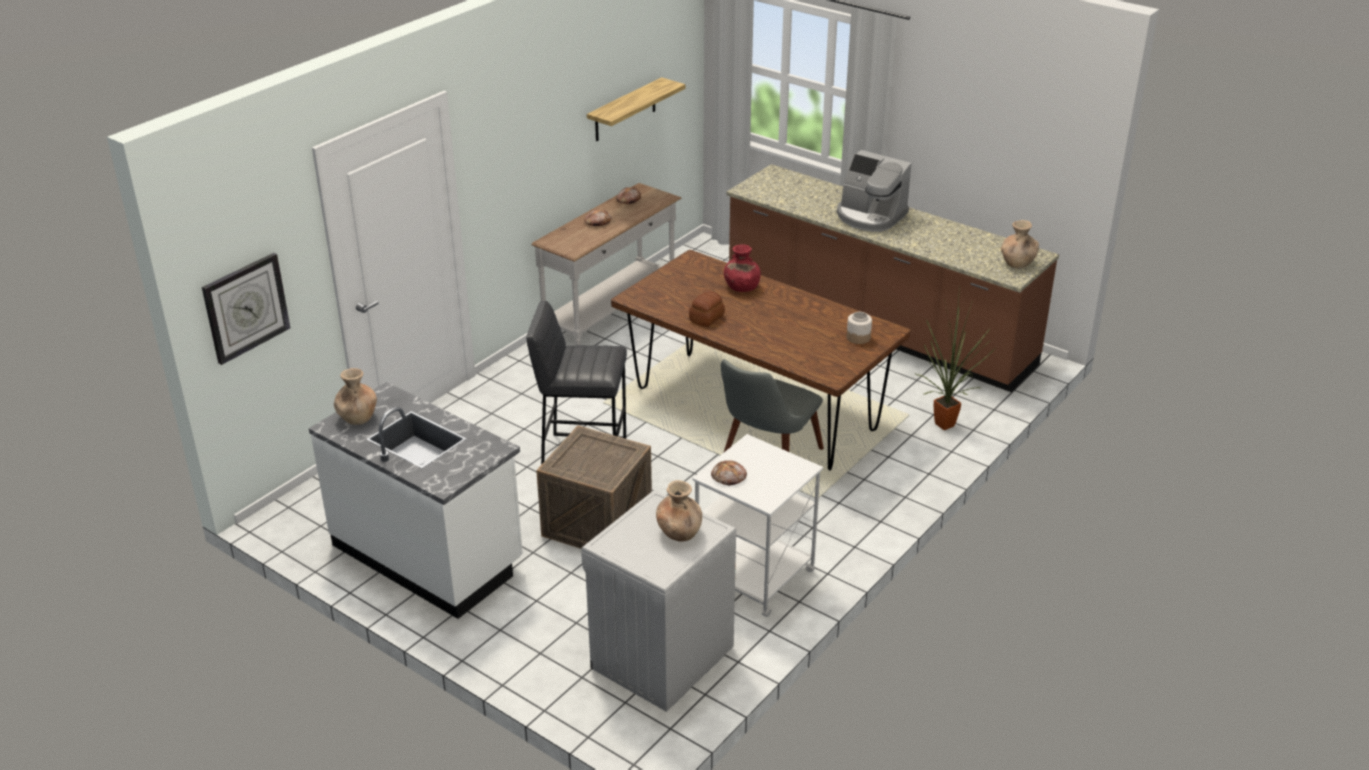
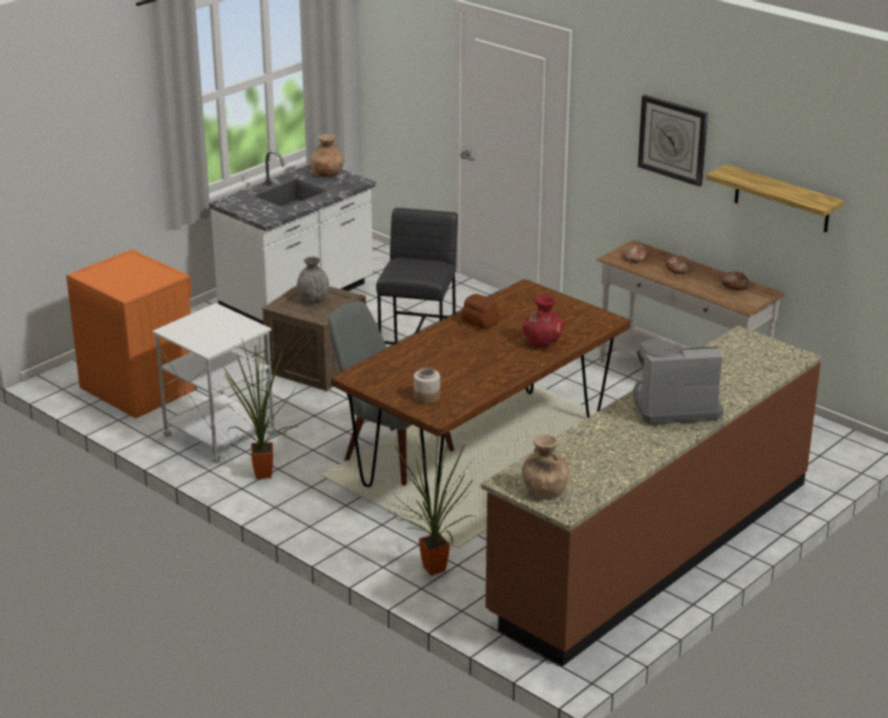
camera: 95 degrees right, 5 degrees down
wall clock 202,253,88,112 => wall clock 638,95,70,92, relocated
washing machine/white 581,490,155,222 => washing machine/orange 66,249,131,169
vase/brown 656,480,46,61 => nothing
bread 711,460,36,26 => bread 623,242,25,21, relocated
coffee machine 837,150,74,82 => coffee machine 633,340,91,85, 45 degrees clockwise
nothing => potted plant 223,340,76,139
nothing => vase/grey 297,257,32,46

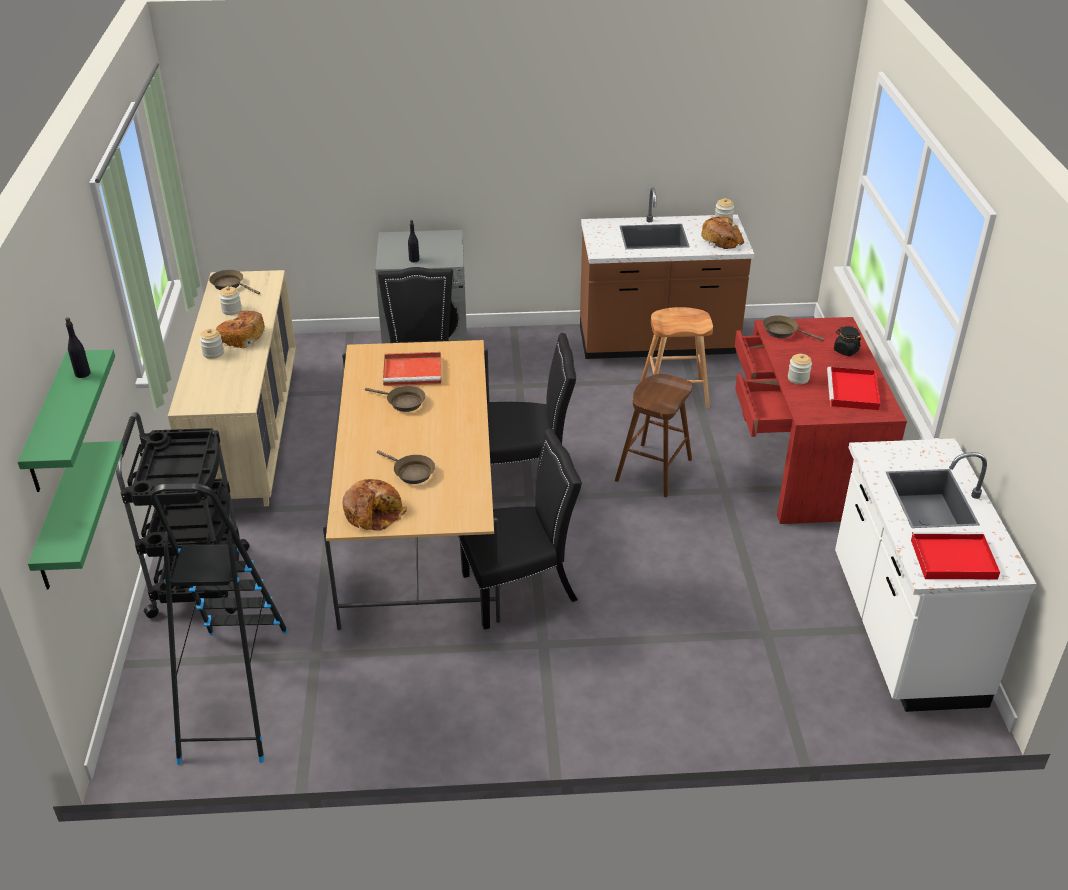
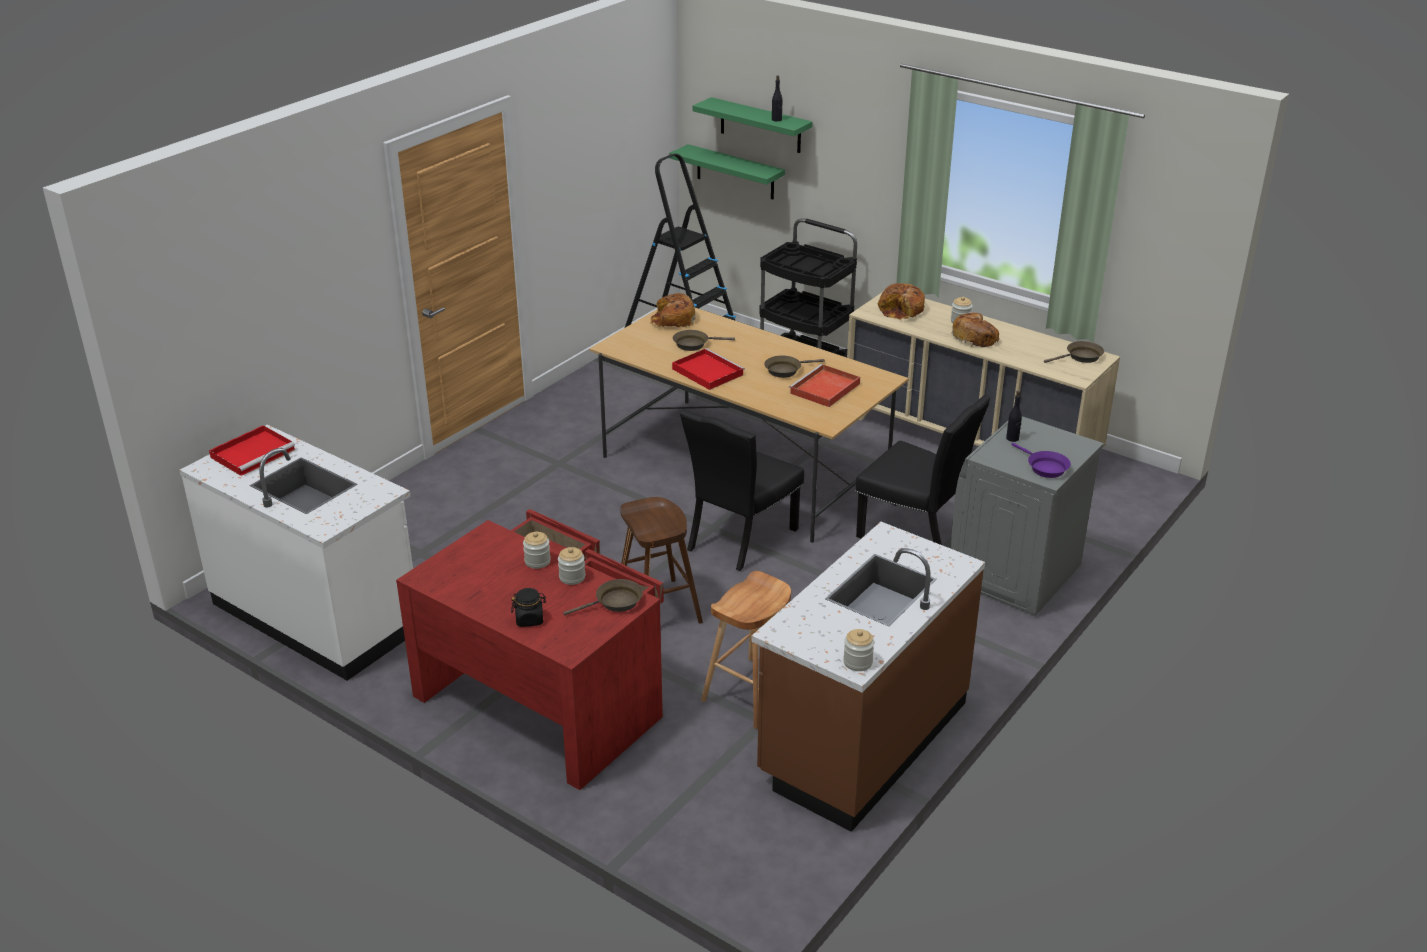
camera: 130 degrees right, 5 degrees down
jar 219,286,23,29 => jar 558,547,27,38, relocated
chair/black 458,429,124,201 => nothing
bread 701,217,43,32 => bread 878,283,47,37, relocated
tray/red 827,367,53,43 => tray/red 672,348,73,42, relocated
nothing => frying pan/purple 1011,443,60,35

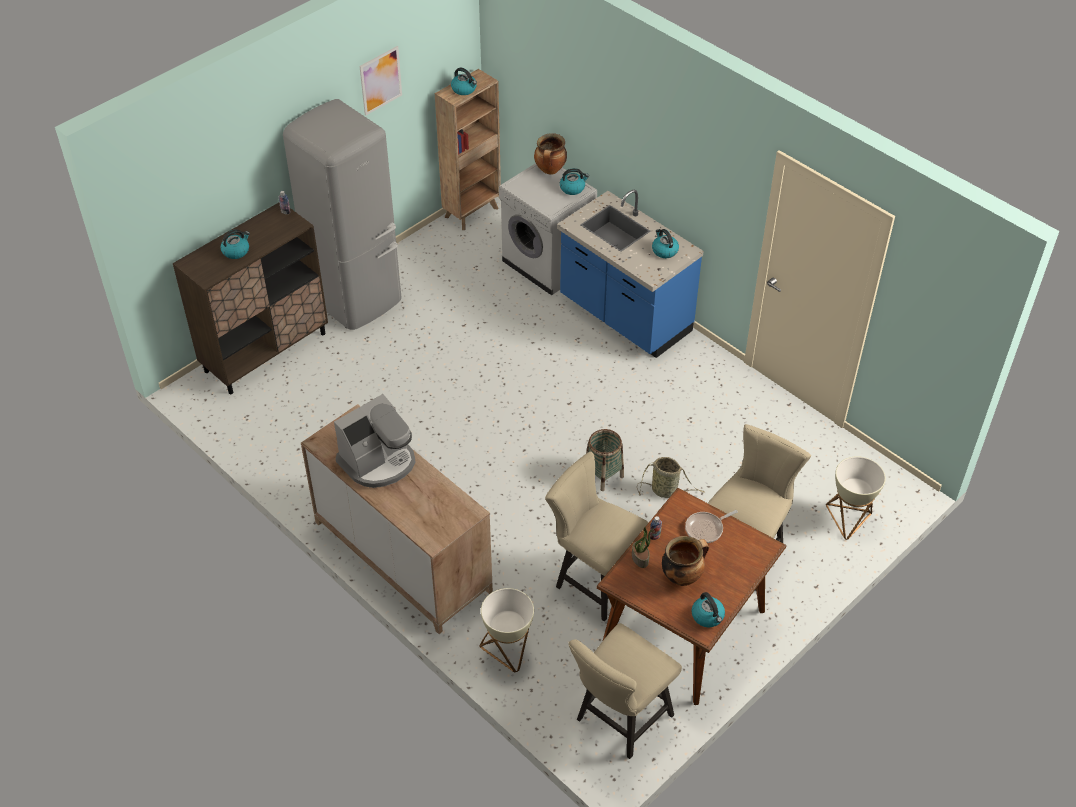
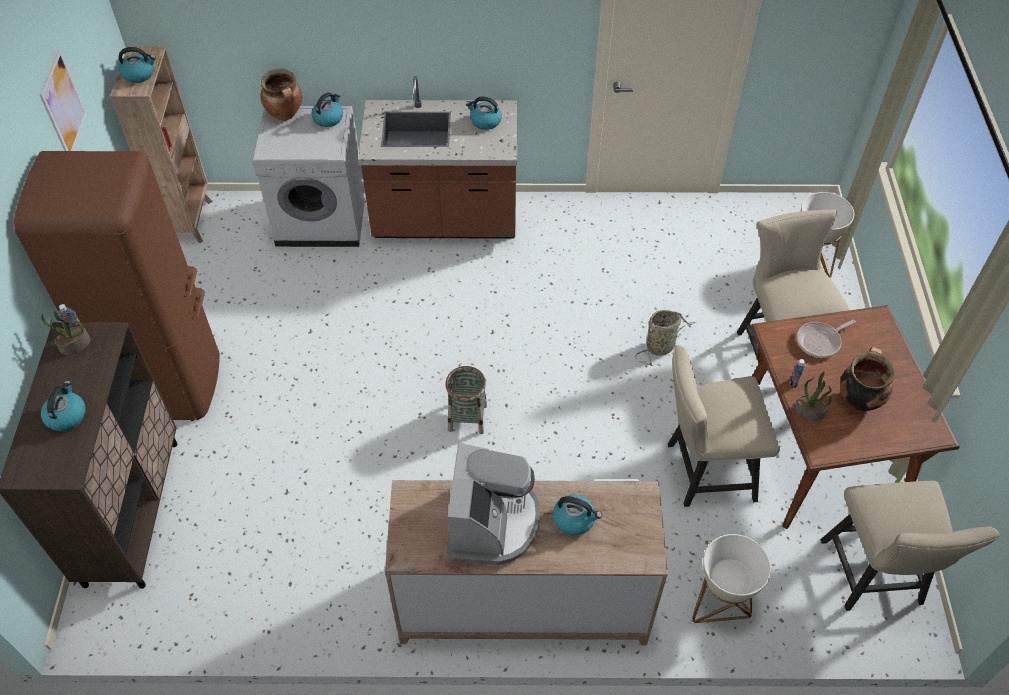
camera: 45 degrees left, 5 degrees up
fridge/grey 283,99,118,231 => fridge/brown 14,151,206,270
counter/blue 557,190,147,168 => counter/brown 358,76,159,163
basket 586,429,38,62 => basket 445,366,42,68, relocated
frying pan 685,510,53,33 => frying pan 797,320,59,38, 45 degrees clockwise
kettle 691,592,34,35 => kettle 553,495,49,40, relocated
nothing => potted plant 41,310,50,45

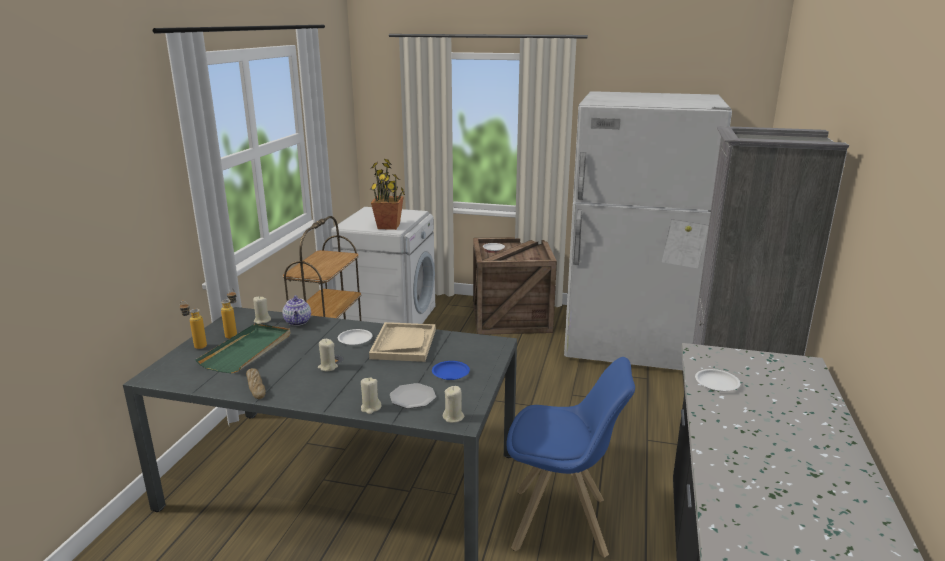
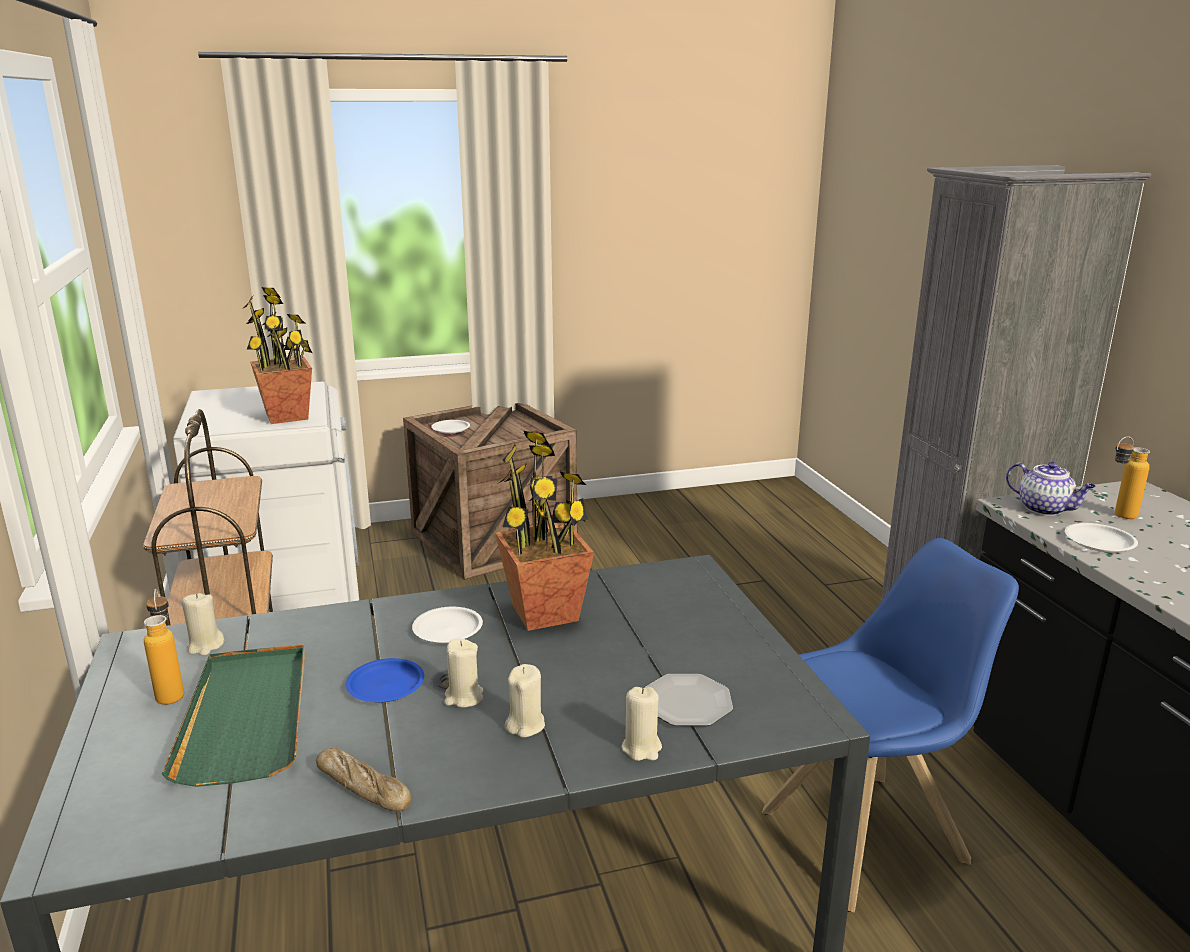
camera: 30 degrees left, 0 degrees up
bottle 180,301,27,48 => bottle 1115,436,35,83, relocated
teapot 282,295,29,31 => teapot 1006,462,90,54, relocated
tray/beige 369,322,67,40 => potted plant 495,431,99,200
plate/blue 432,361,38,19 => plate/blue 346,658,78,45, relocated
candle/beige 443,386,22,37 => candle/beige 505,664,40,74, relocated
fridge/white 564,91,168,279 => nothing

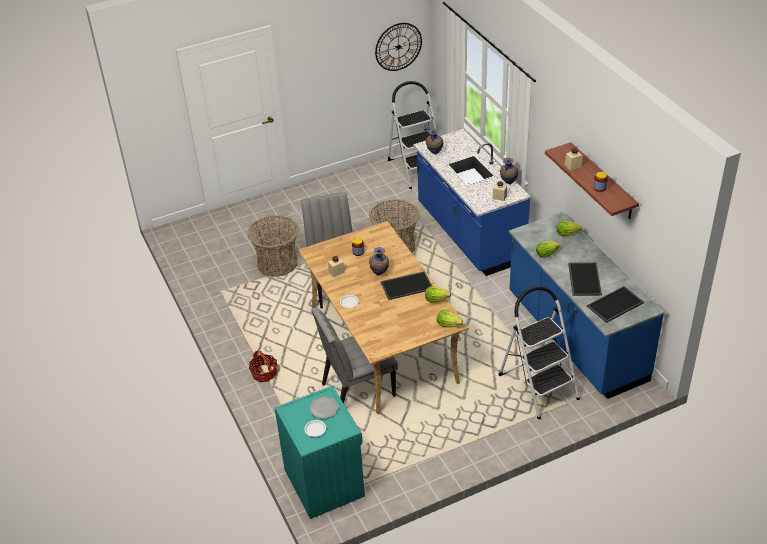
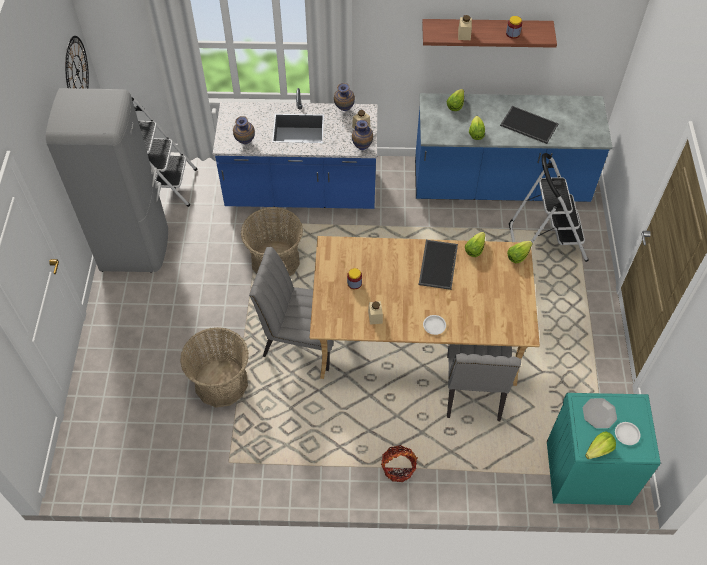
camera: 65 degrees left, 15 degrees up
vase 369,247,20,28 => vase 352,120,21,30, relocated
tray 587,286,57,37 => nothing
nothing => fridge/grey 46,88,122,185
nothing => lettuce 585,431,31,28

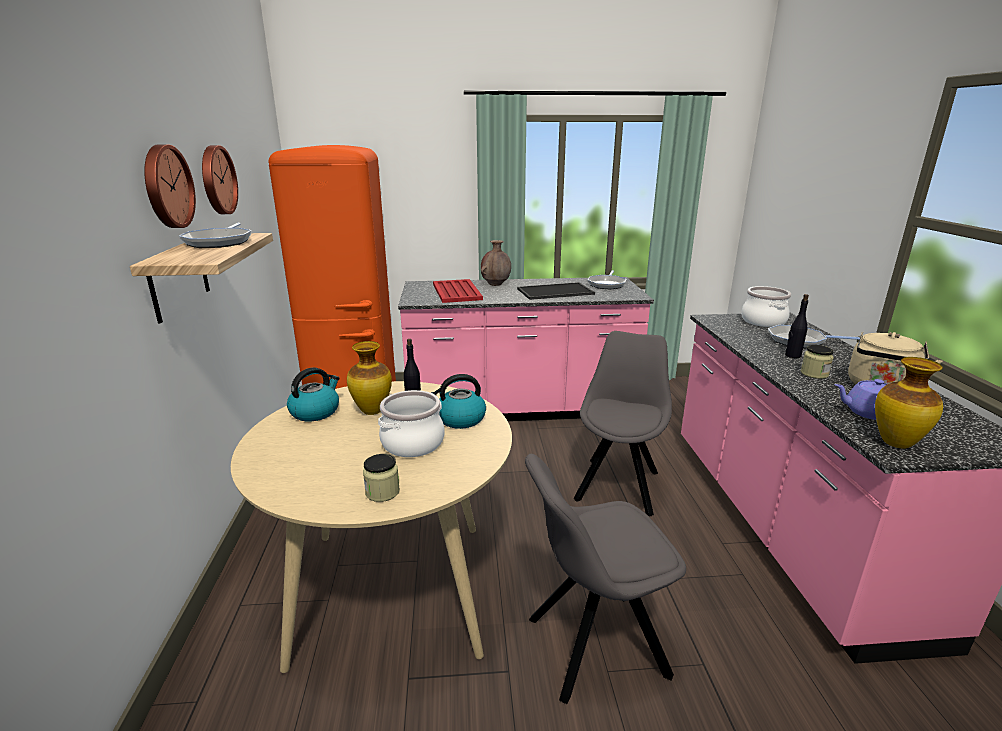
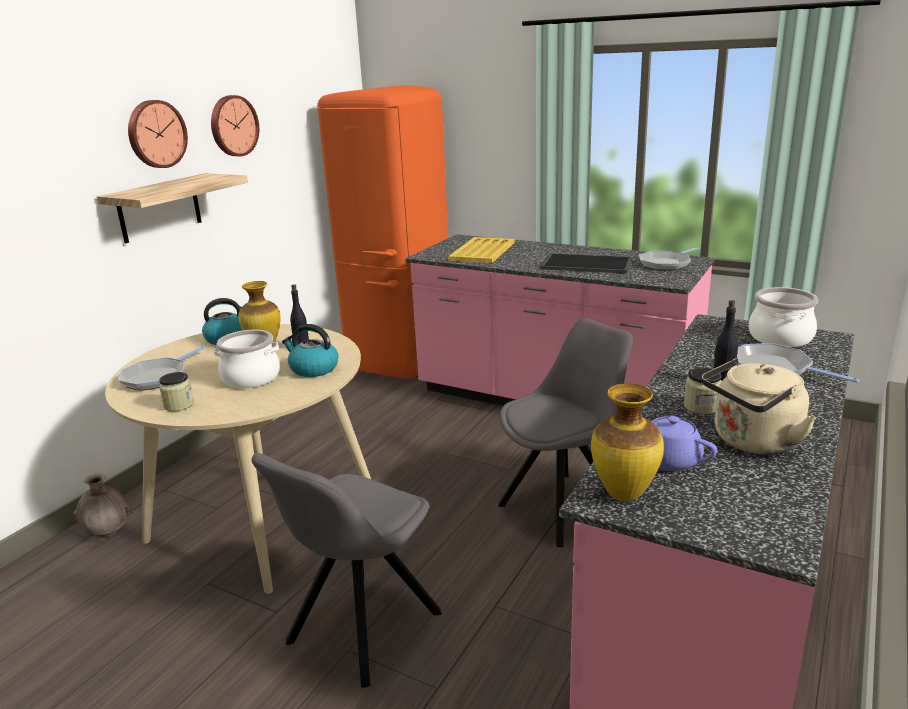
camera: 35 degrees right, 0 degrees up
frying pan 179,223,73,25 => frying pan 118,346,88,45, relocated
tray/red 433,279,50,24 => tray/yellow 448,237,66,26
vase/brown 481,240,30,46 => vase/brown 73,473,60,65, relocated
chair/grey 525,454,161,250 => chair/grey 252,453,190,235, 75 degrees counterclockwise

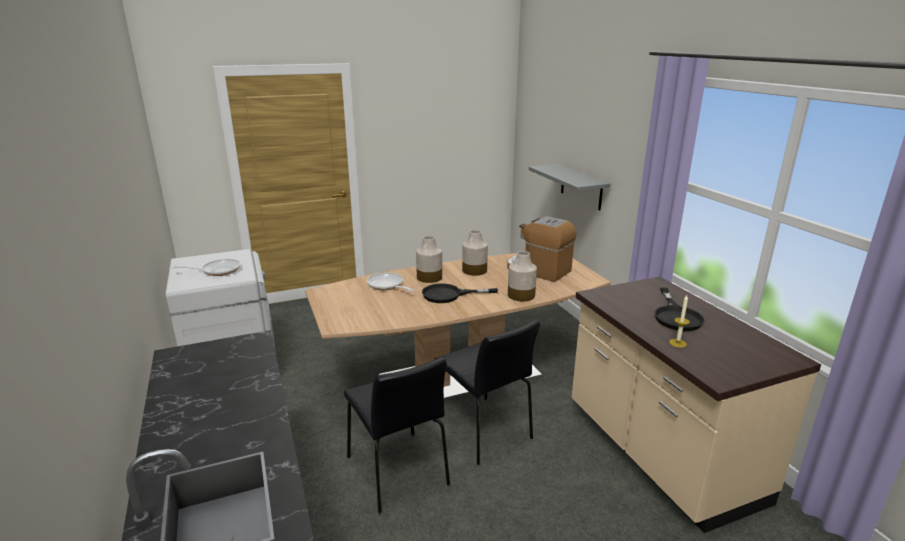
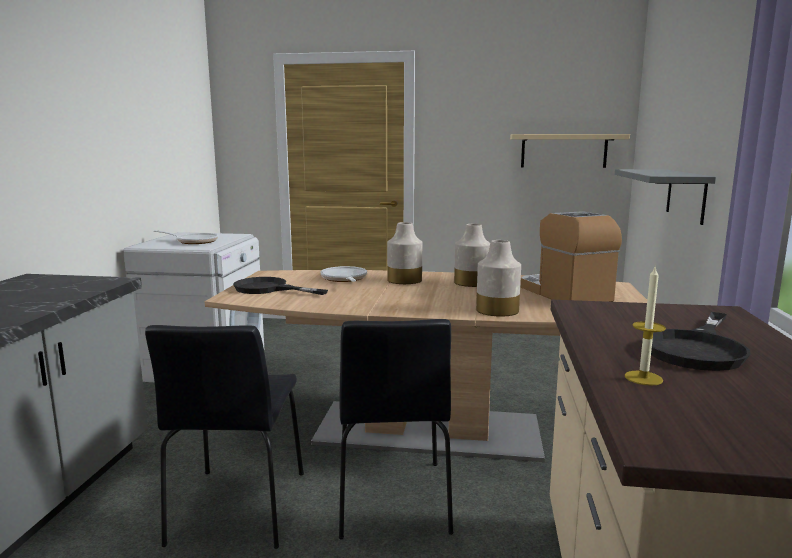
camera: 30 degrees right, 10 degrees down
frying pan/black 422,284,76,19 => frying pan/black 233,277,95,18, relocated
nothing => shelf/beige 510,134,120,34

